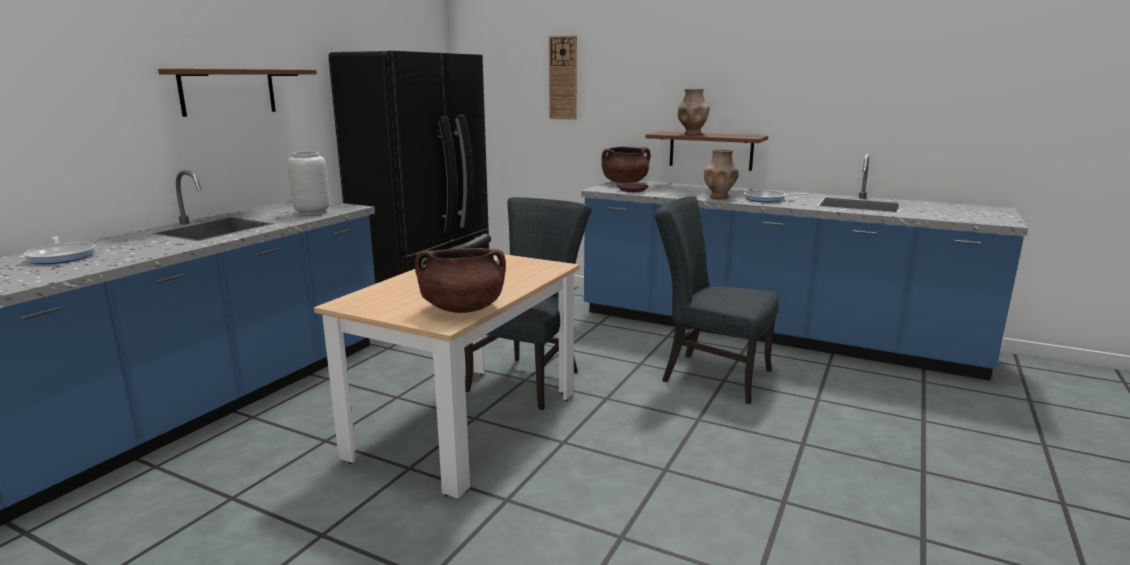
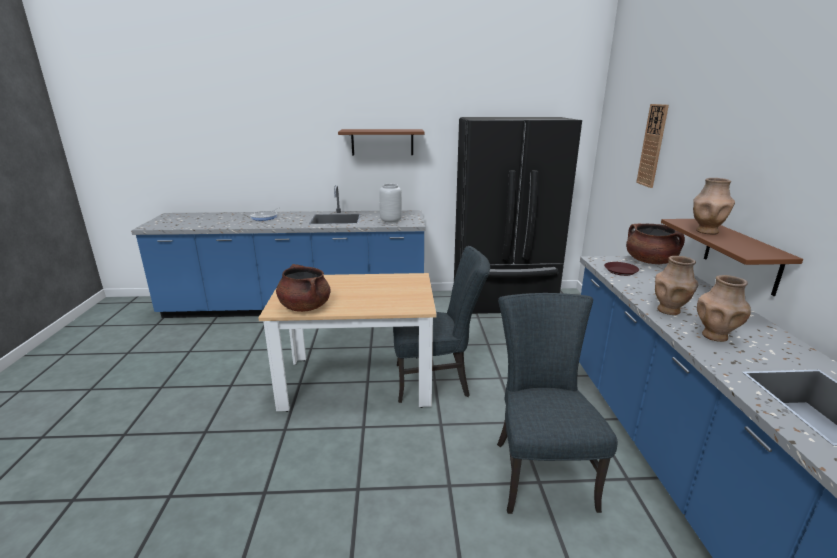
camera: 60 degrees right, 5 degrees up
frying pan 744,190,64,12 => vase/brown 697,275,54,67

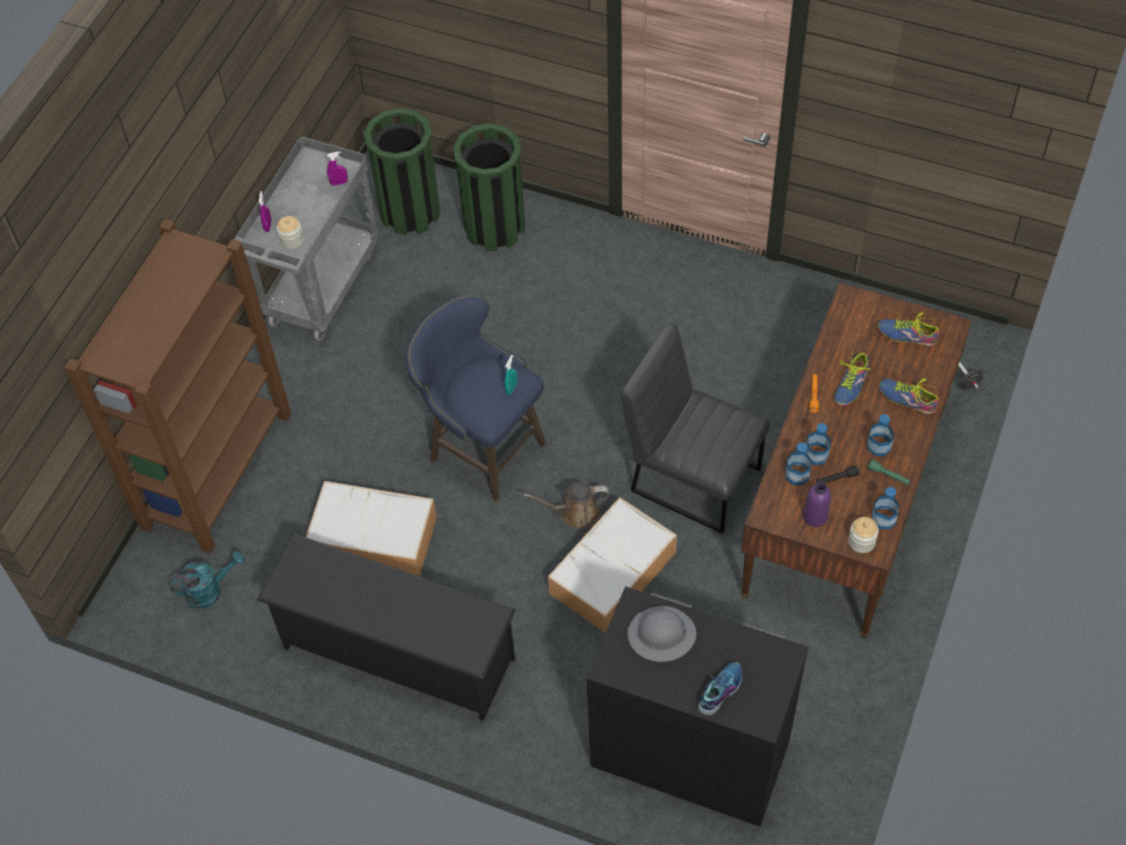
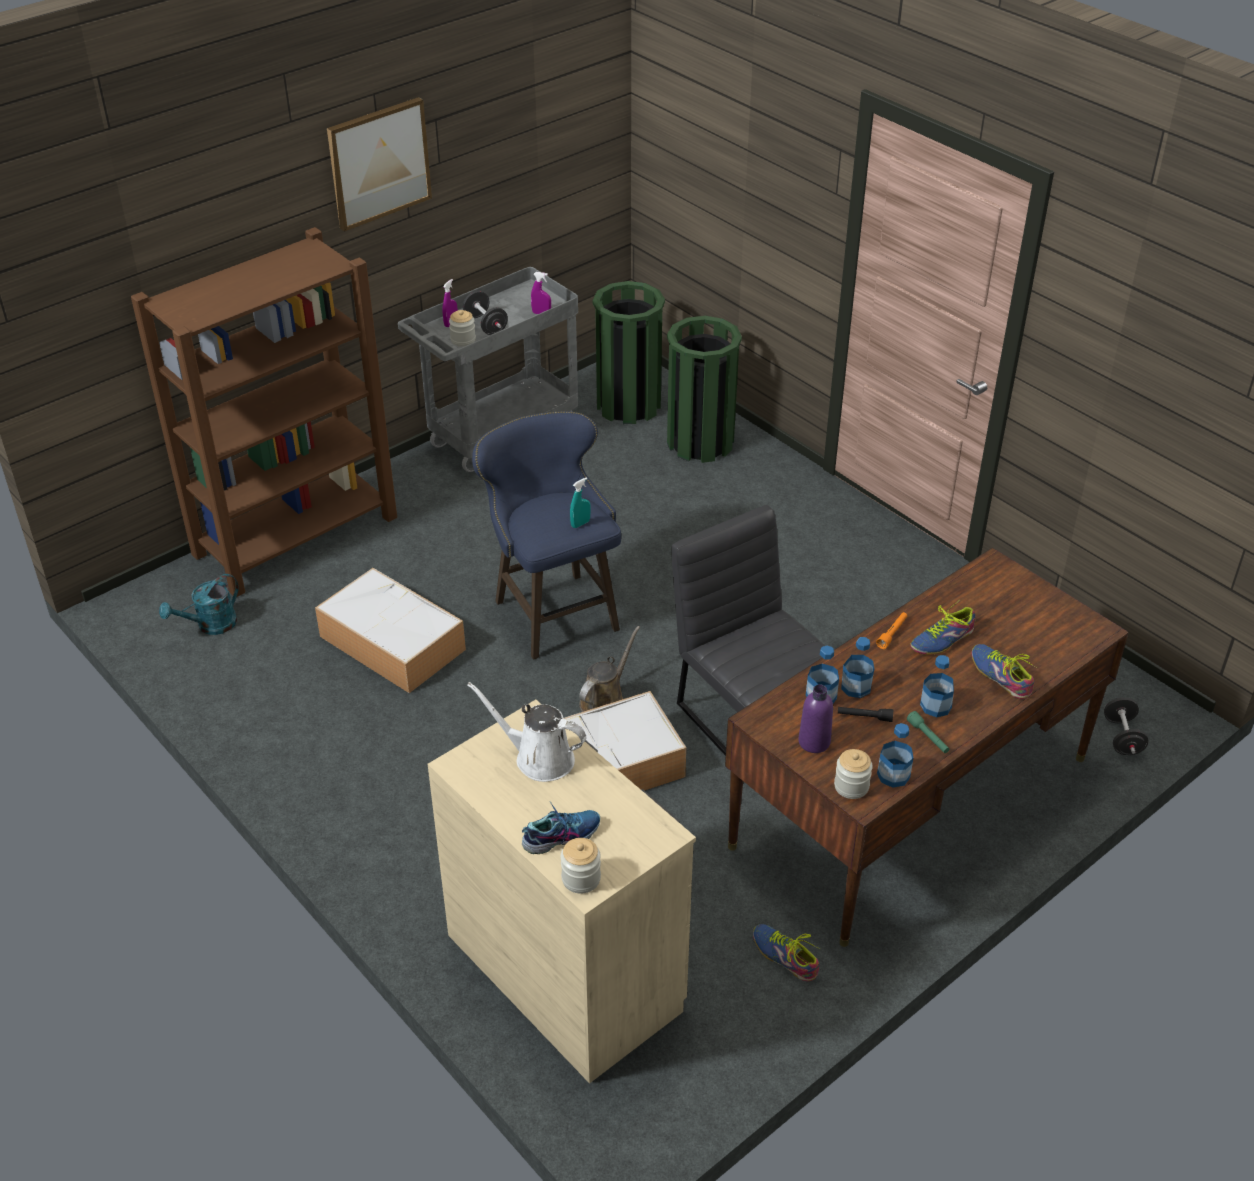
camera: 25 degrees right, 15 degrees down
watering can/turquoise 169,551,76,58 => watering can/turquoise 159,574,80,61, 135 degrees clockwise
shoe rack/black 257,533,259,188 => nothing
watering can/brown 524,482,85,47 => watering can/brown 579,626,61,86, 105 degrees clockwise
dresser/black 587,586,222,241 => dresser/beige 428,700,268,384
hard hat/grey 627,606,69,56 => watering can/white 467,682,119,100
shoe 878,312,62,34 => shoe 753,924,67,57, relocated
nothing => picture 327,97,105,134
nothing => dumbbell/black 463,291,45,44
nothing => jar 561,838,40,56

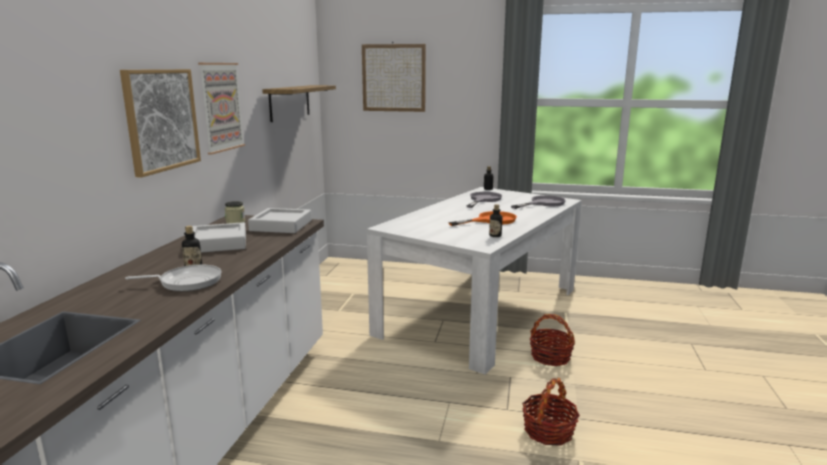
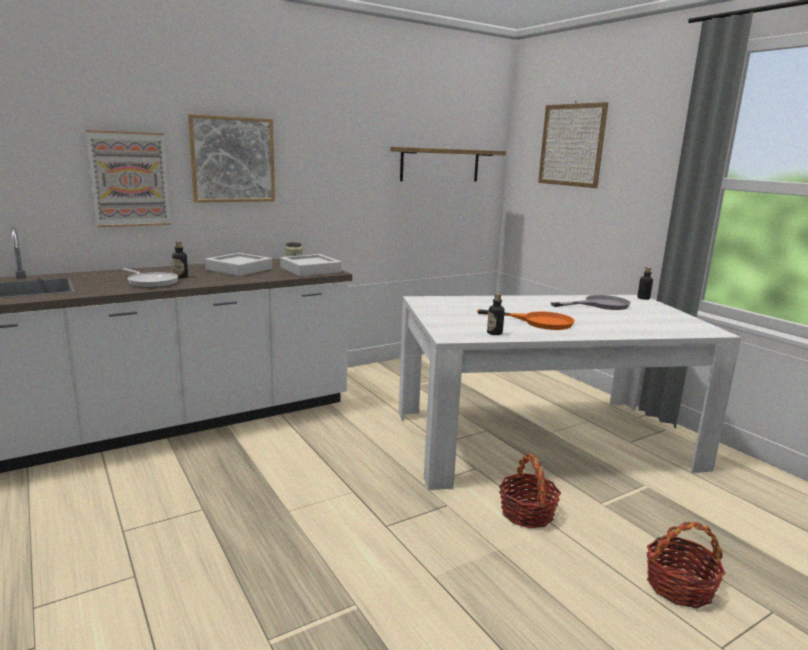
camera: 45 degrees right, 0 degrees up
picture 198,63,47,91 => picture 86,130,85,97, relocated
frying pan/grey 511,195,55,14 => nothing
basket 522,378,58,68 => basket 647,522,79,86, relocated

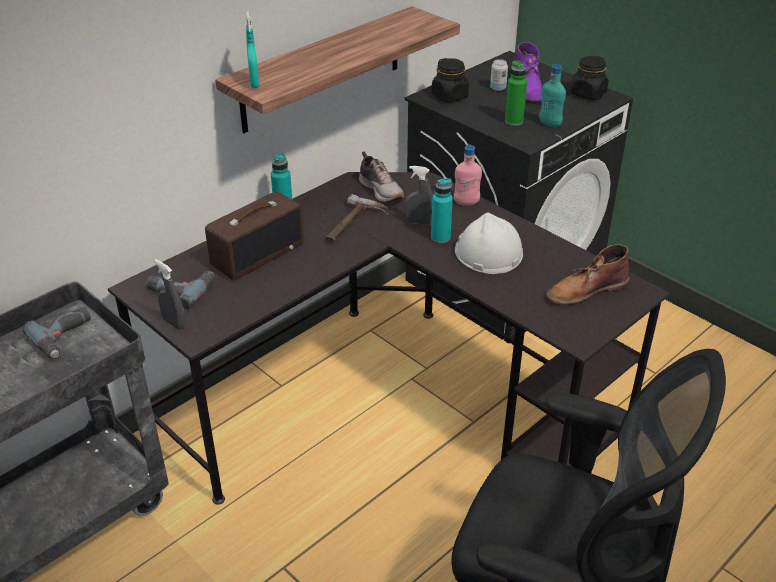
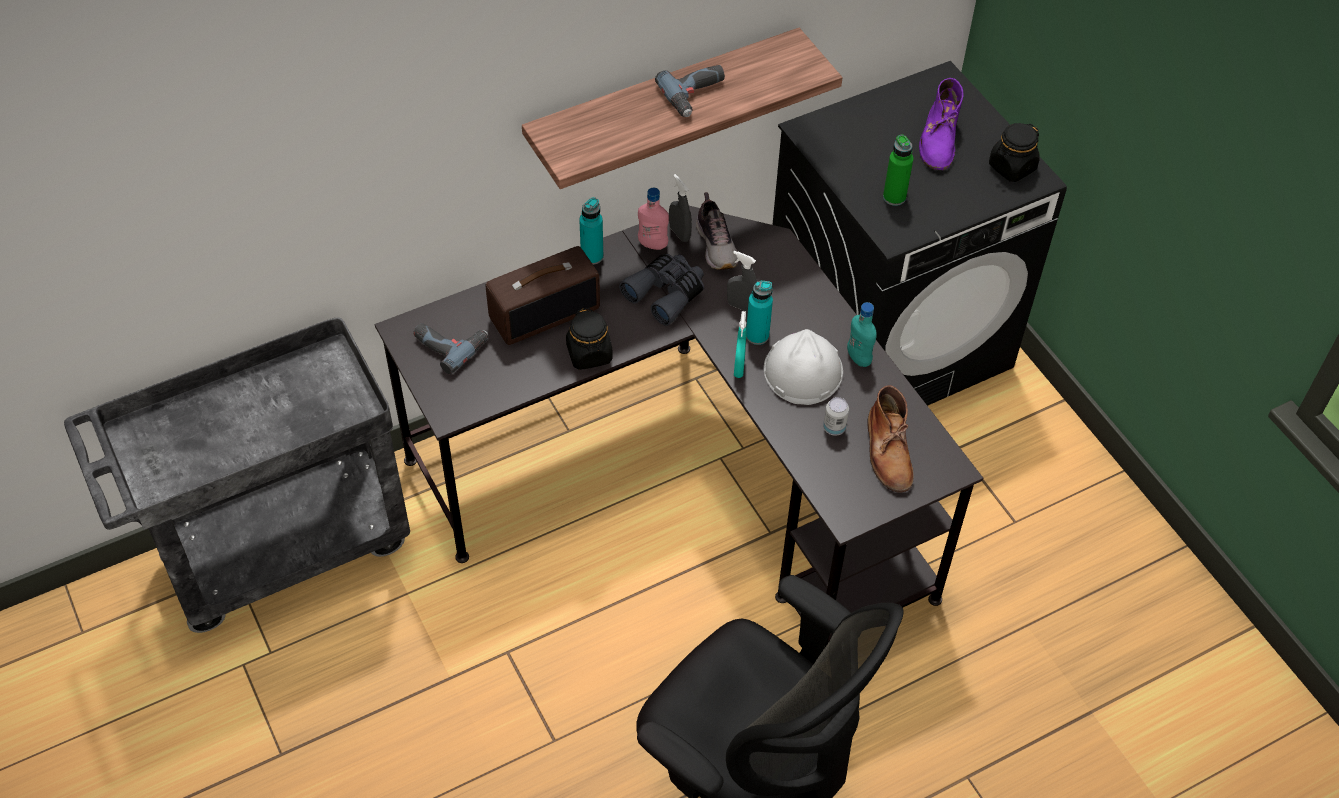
camera: 15 degrees right, 15 degrees up
power drill 23,307,68,52 => power drill 655,65,70,52, relocated
spray bottle/grey 154,259,31,71 => spray bottle/grey 669,174,23,68, relocated
spray bottle/turquoise 246,12,14,76 => spray bottle/turquoise 734,311,13,67, relocated
hammer 325,194,63,48 => binoculars/grey 619,254,85,72
jar/black 431,58,38,45 => jar/black 566,308,47,62, relocated
bottle/pink 454,145,28,61 => bottle/pink 638,188,31,62, relocated
can 490,59,18,32 => can 823,397,26,39, relocated
bottle/turquoise 539,64,27,64 => bottle/turquoise 847,302,30,65, relocated
boot/brown 546,244,84,61 => boot/brown 867,385,47,108, 90 degrees counterclockwise

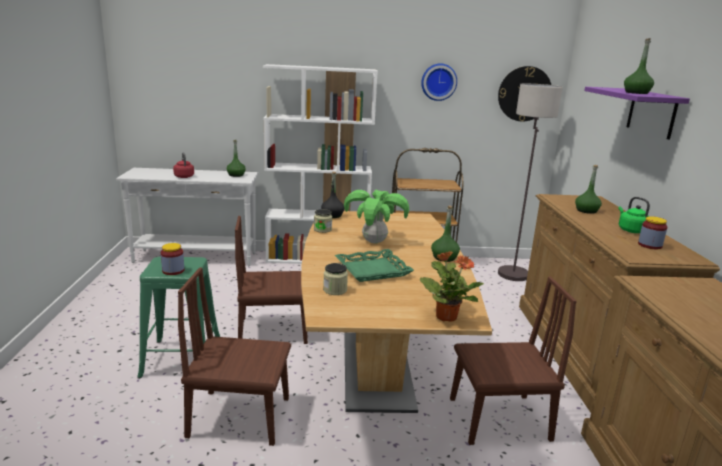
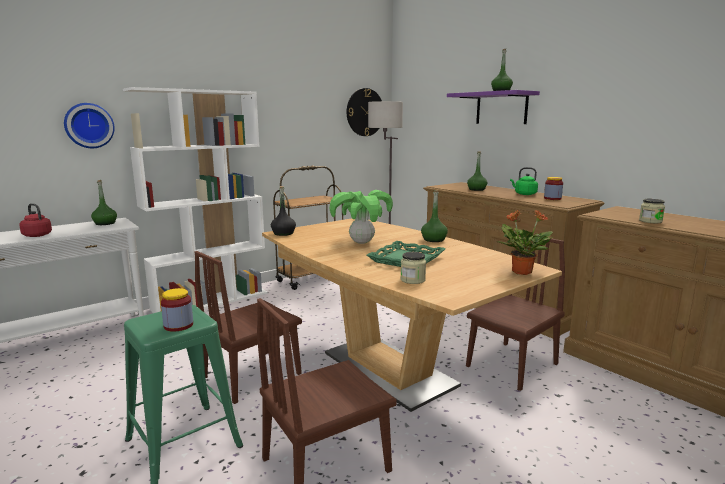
camera: 35 degrees left, 5 degrees down
jar 314,209,18,24 => jar 639,199,26,24, relocated
wall clock 421,63,36,38 => wall clock 64,103,50,45, relocated

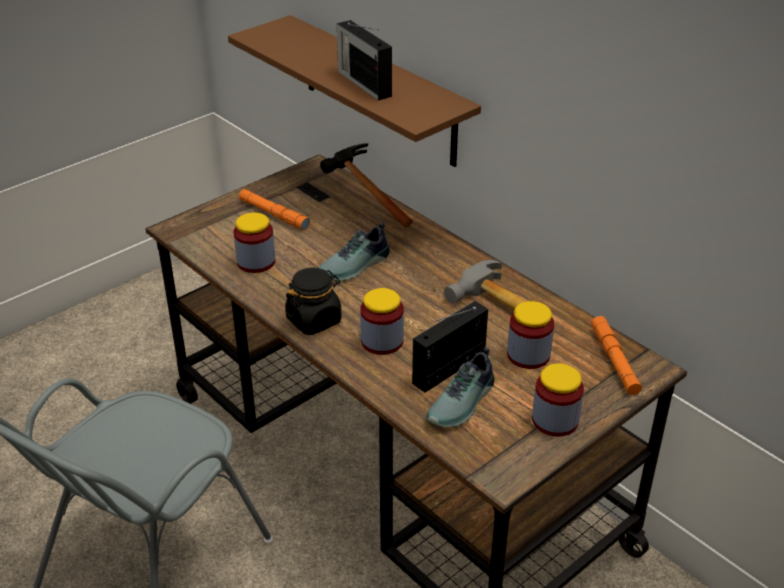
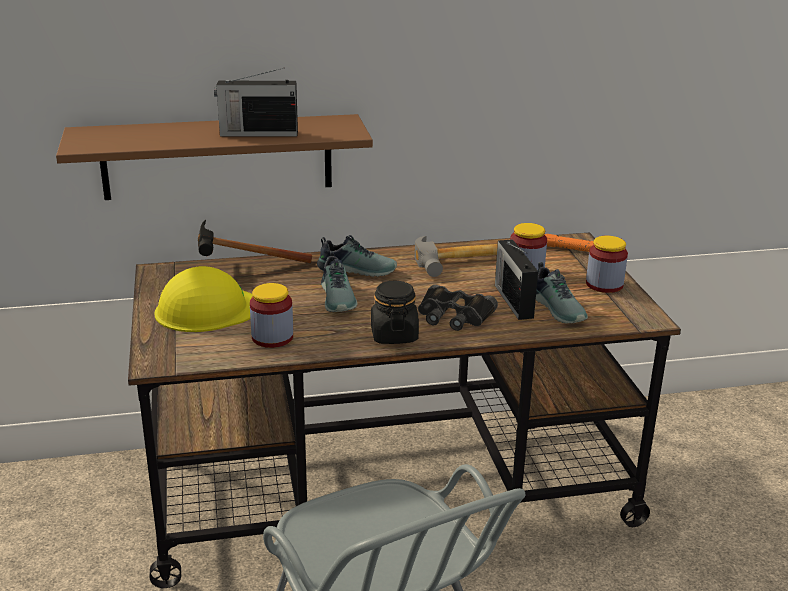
camera: 60 degrees left, 10 degrees down
flashlight/orange 239,189,71,41 => hard hat/yellow 154,266,99,66
jar 360,288,44,67 => binoculars/black 418,285,80,46
nothing => shoe 317,235,80,42

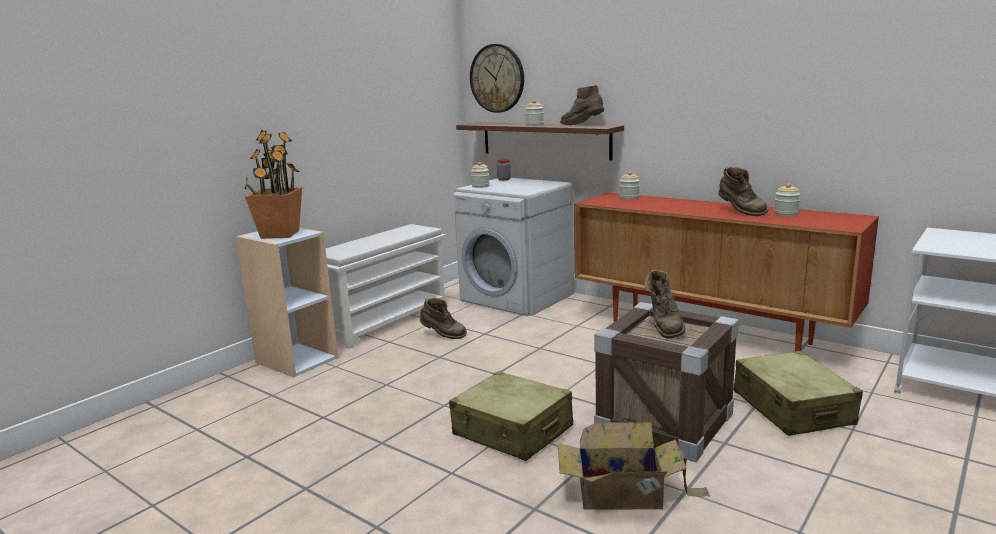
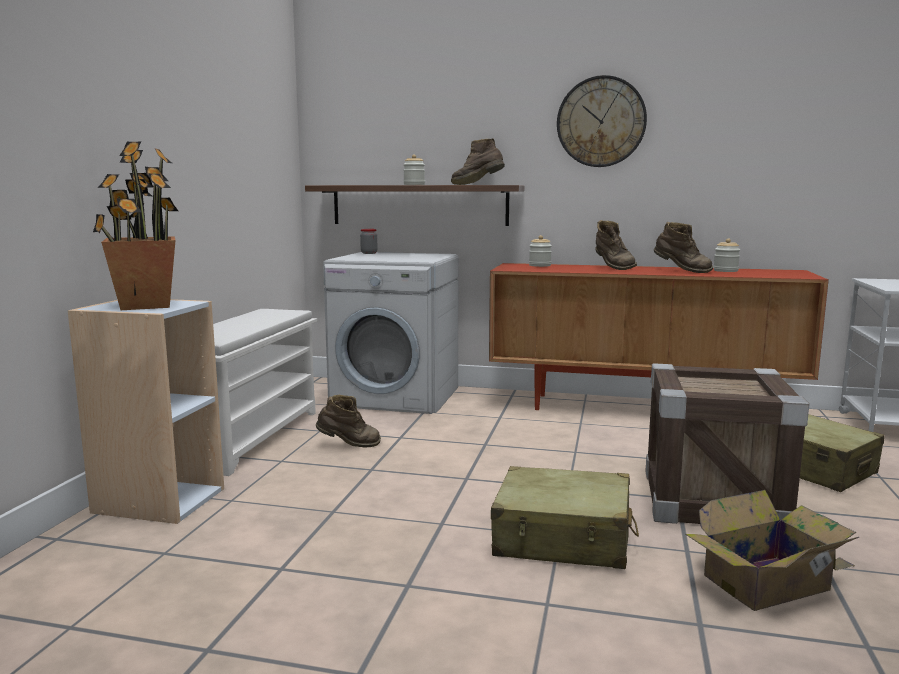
camera: 25 degrees left, 5 degrees down
wall clock 470,44,54,69 => wall clock 557,75,90,92, relocated
jar 471,162,19,26 => nothing
boot/brown 645,269,40,70 => boot/brown 596,220,41,50, relocated

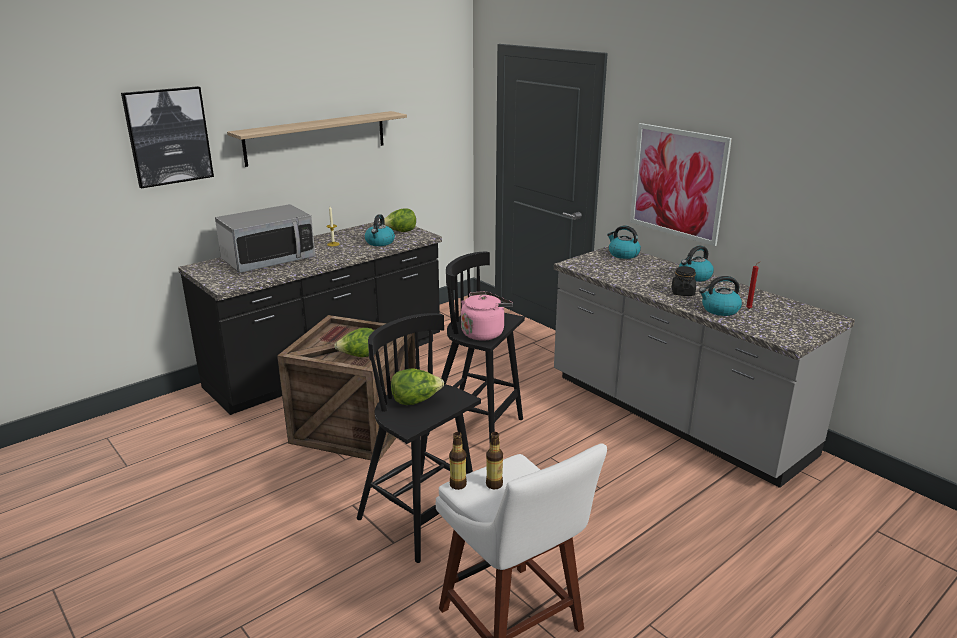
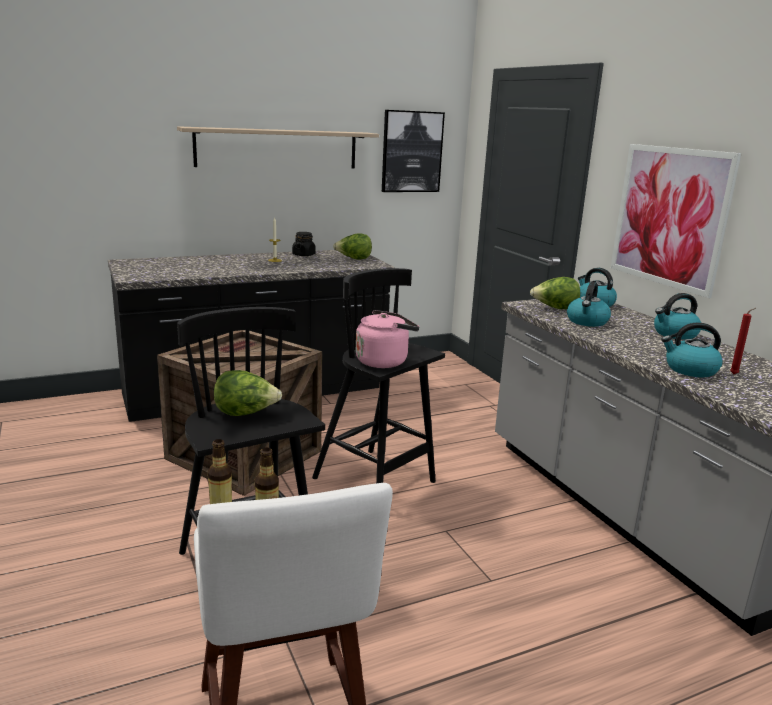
camera: 15 degrees right, 5 degrees down
picture 121,86,93,103 => picture 382,110,63,82, relocated
microwave 215,204,100,69 => nothing
lettuce 334,328,40,29 => lettuce 530,277,50,32, relocated
kettle 365,214,30,32 => kettle 567,282,44,45, relocated
jar/black 671,266,25,30 => jar/black 292,232,24,24, relocated

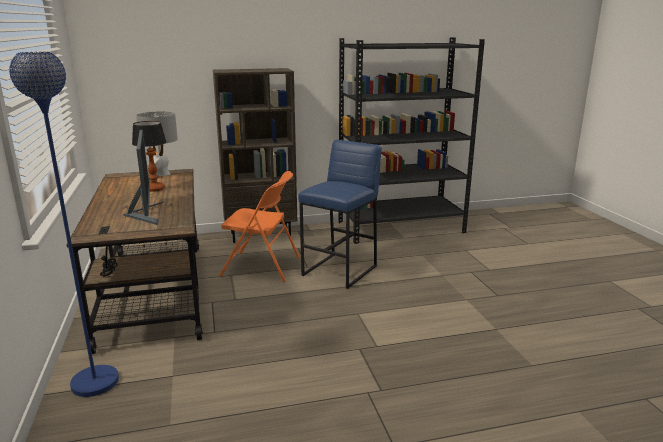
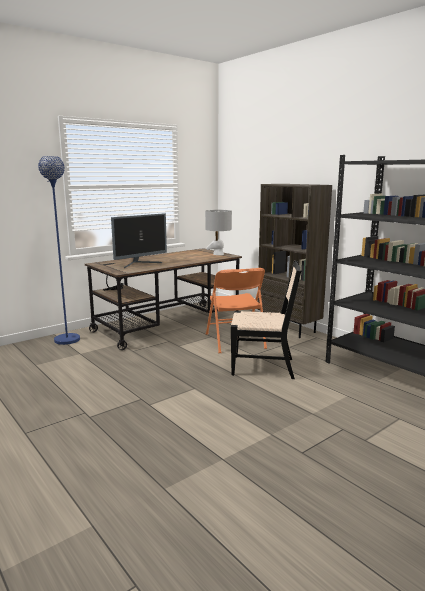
camera: 65 degrees right, 5 degrees down
table lamp 132,121,35,71 => nothing
stool/blue 298,140,84,149 => chair 231,260,70,119

